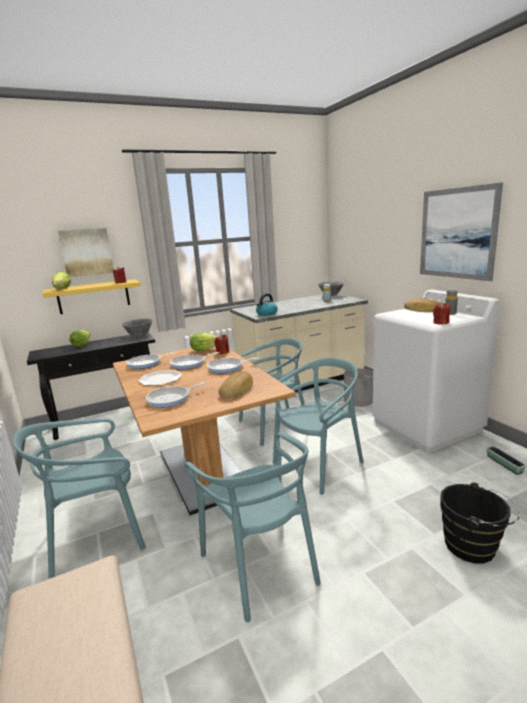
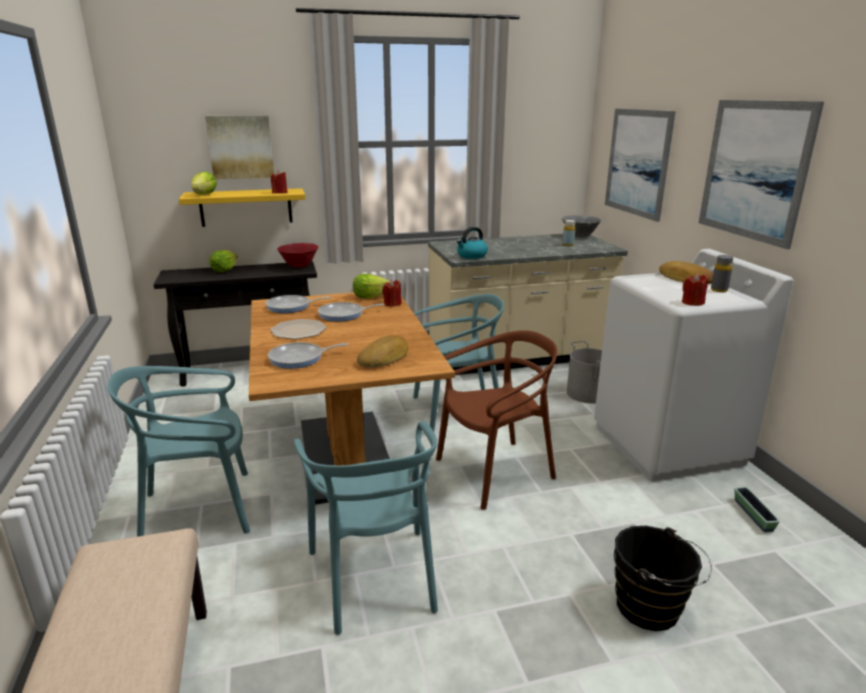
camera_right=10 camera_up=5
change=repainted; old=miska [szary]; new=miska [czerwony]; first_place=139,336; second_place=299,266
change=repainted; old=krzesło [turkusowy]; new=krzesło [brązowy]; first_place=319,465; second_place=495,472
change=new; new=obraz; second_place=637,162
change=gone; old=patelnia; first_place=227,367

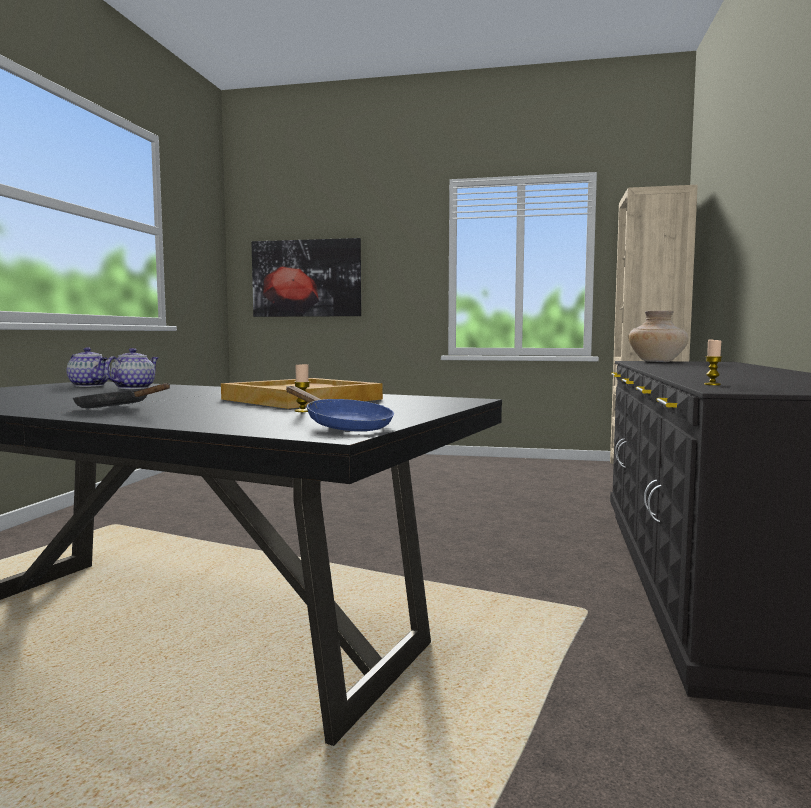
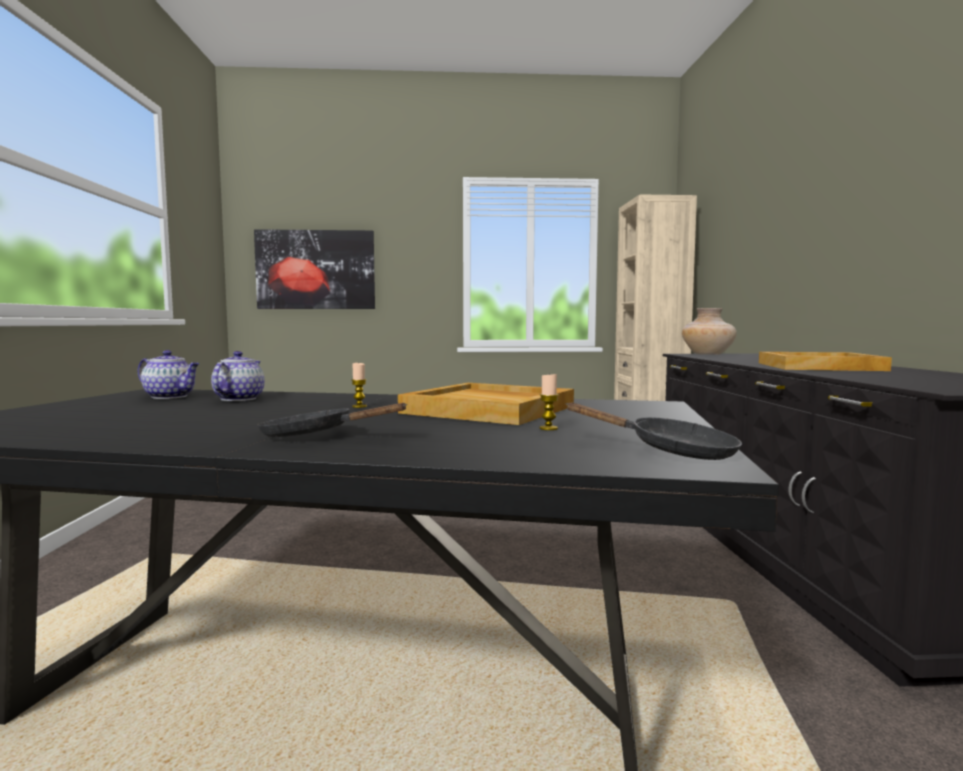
camera_right=-15 camera_up=0
change=shifted; old=świeca; first_place=712,384; second_place=359,406
change=repainted; old=patelnia [niebieski]; new=patelnia [czarny]; first_place=343,426; second_place=671,451
change=new; new=taca [beżowy]; second_place=820,366

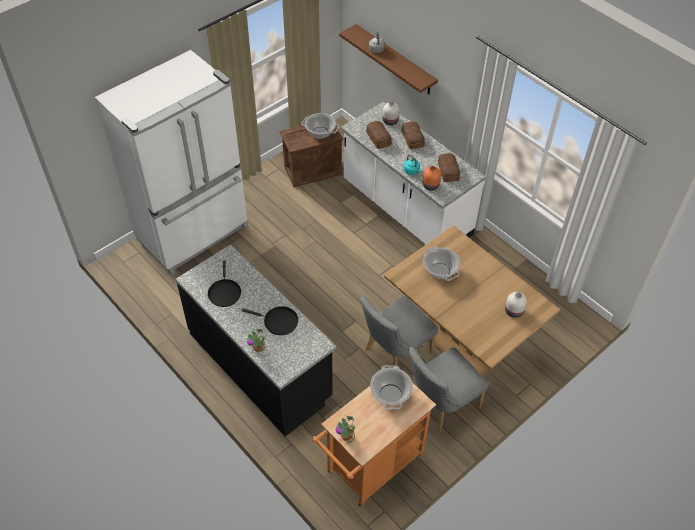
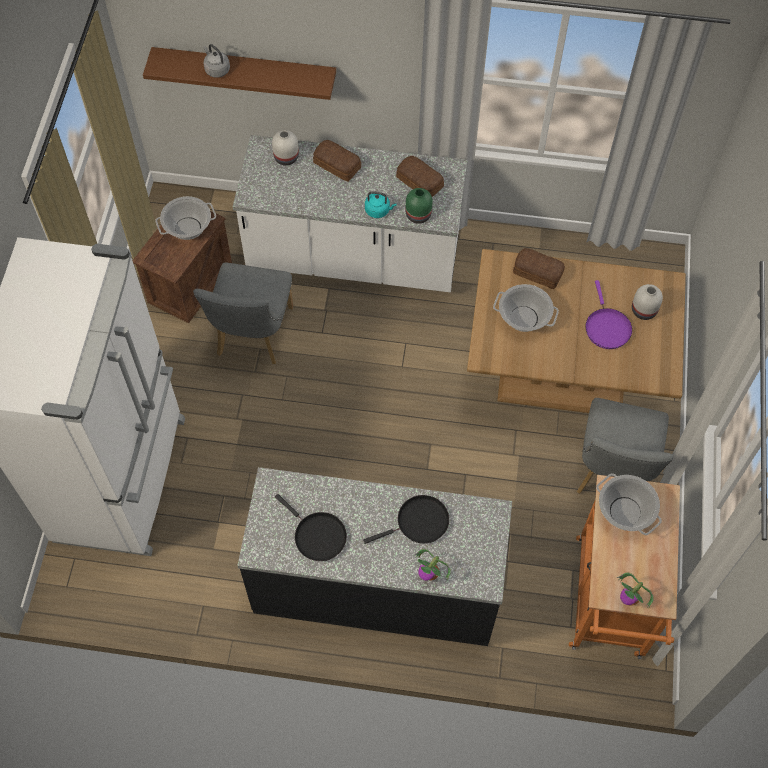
camera_right=-40 camera_up=10
change=shifted; old=krzesło [szary]; first_place=394,353; second_place=252,336
change=repainted; old=wazon [pomarańczowy]; new=wazon [zielony]; first_place=431,186; second_place=419,215
change=shifted; old=chleb; first_place=378,138; second_place=537,272
change=new; new=patelnia [fioletowy]; second_place=606,327

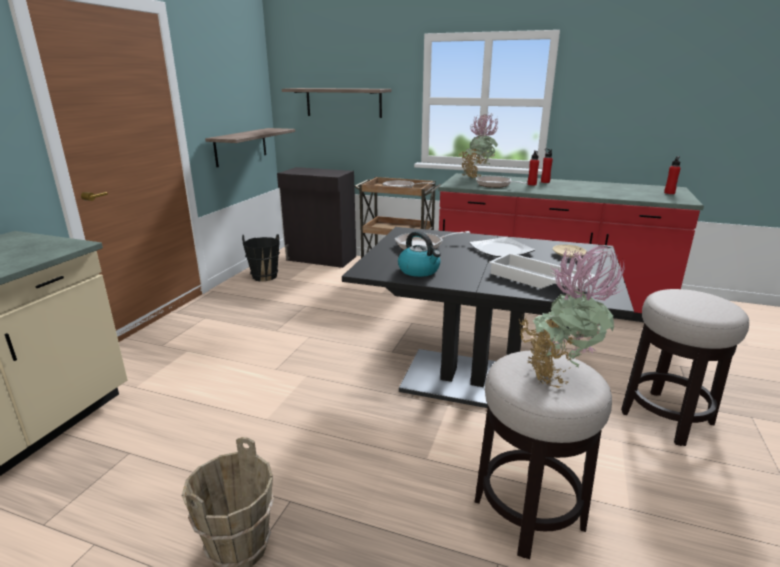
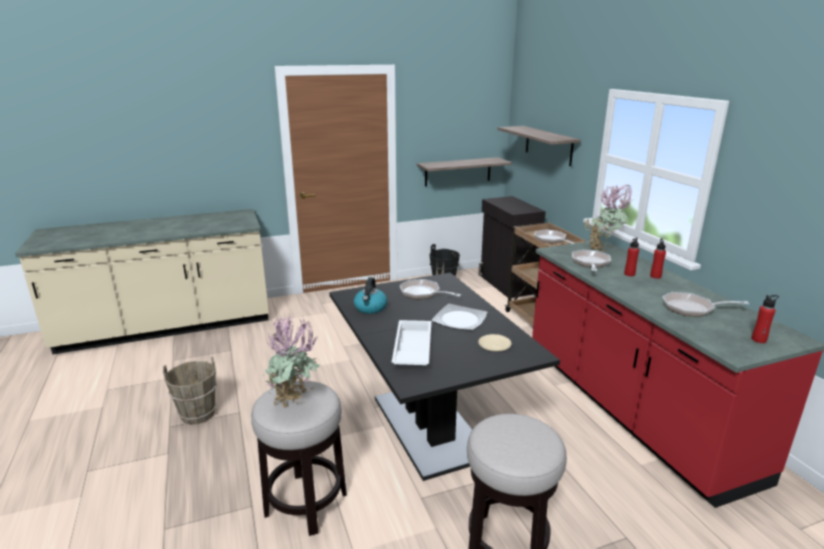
camera_right=50 camera_up=0
change=new; new=patelnia; second_place=692,308

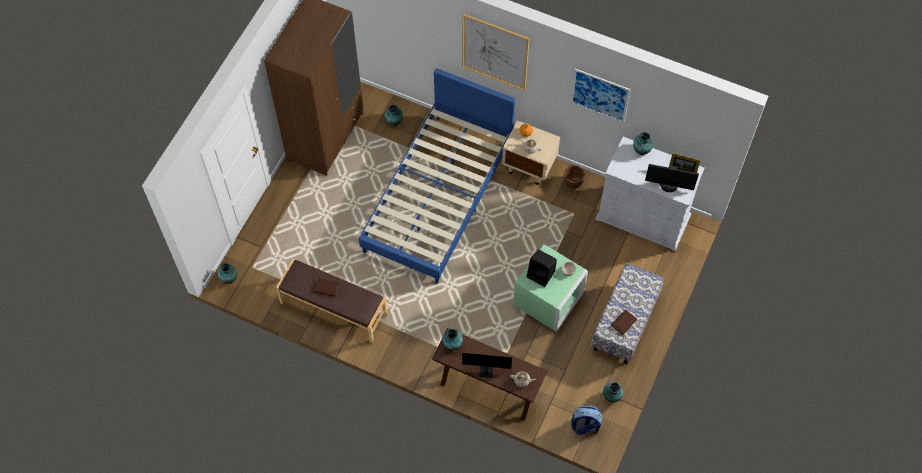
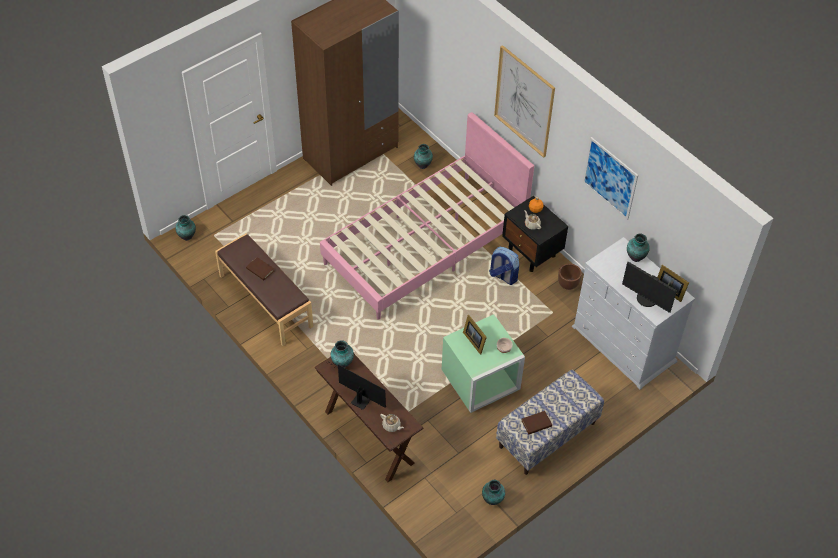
camera_right=25 camera_up=-10
change=repainted; old=łóżko [niebieski]; new=łóżko [różowy]; first_place=438,197; second_place=425,245
change=swapped; old=głośnik [czarny]; new=ramka na zdjęcie; first_place=541,274; second_place=474,340
change=shifted; old=plecak; first_place=584,426; second_place=503,276
change=repainted; old=szafka nocna [beżowy]; new=szafka nocna [czarny]; first_place=530,167; second_place=532,253

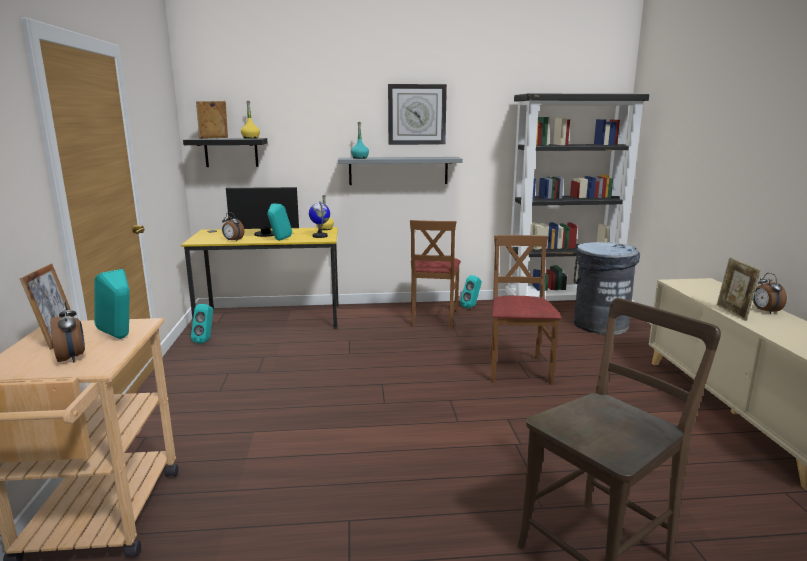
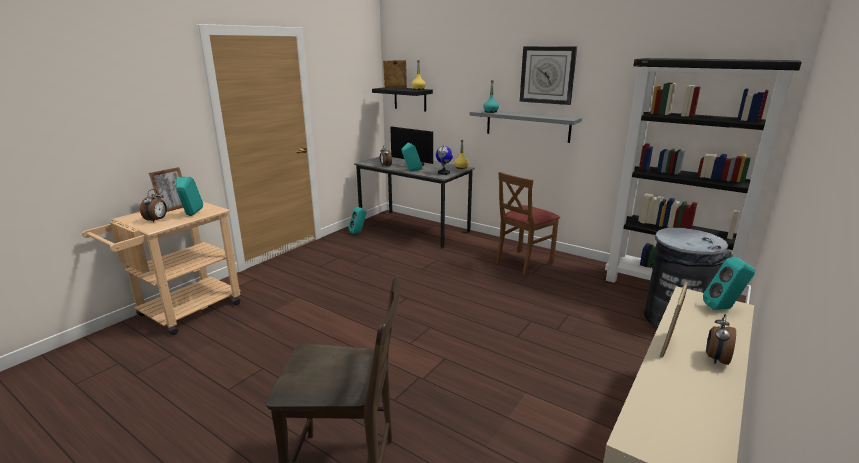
camera_right=40 camera_up=5
change=repainted; old=biurko [żółty]; new=biurko [szary]; first_place=271,319; second_place=414,229
change=shifted; old=głośnik [turkusowy]; first_place=471,307; second_place=724,308
change=gone; old=krzesło [brązowy]; first_place=518,369

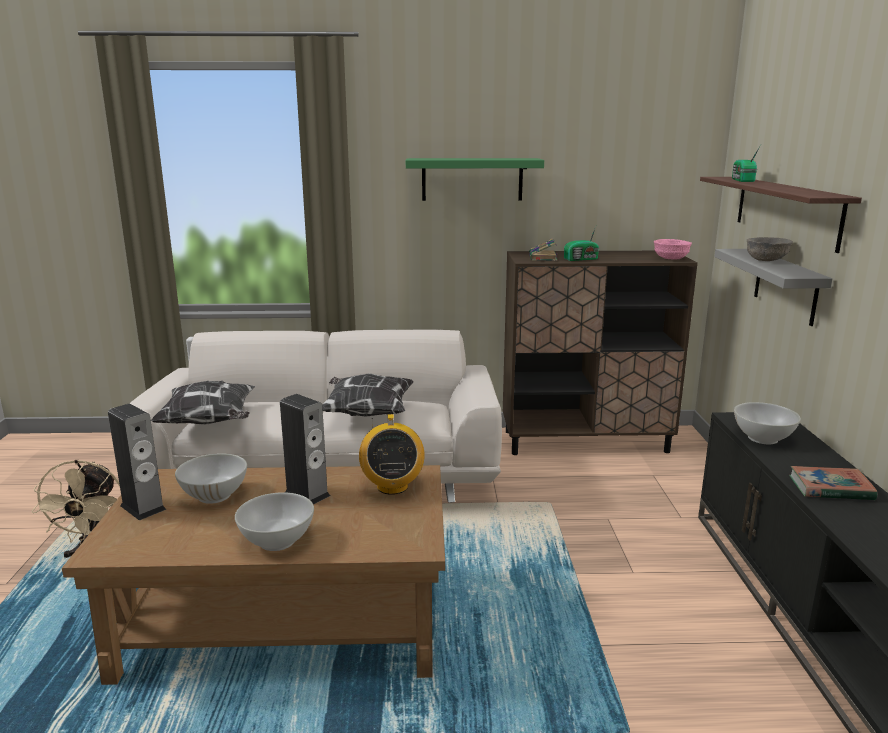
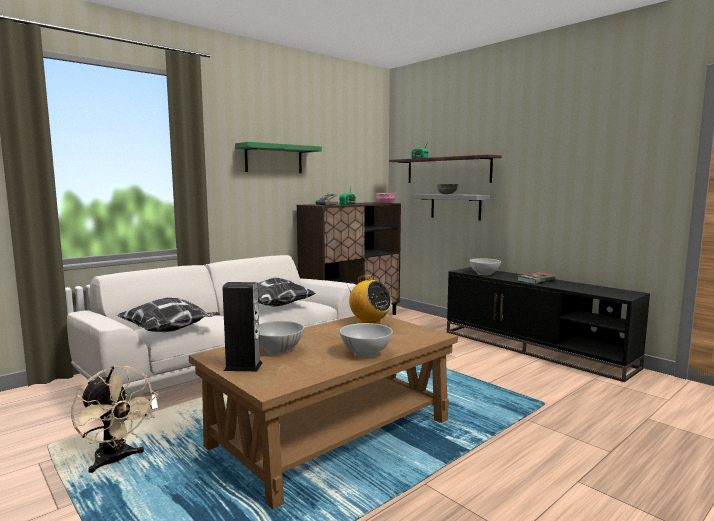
camera_right=-40 camera_up=-10
change=gone; old=głośnik; first_place=307,494

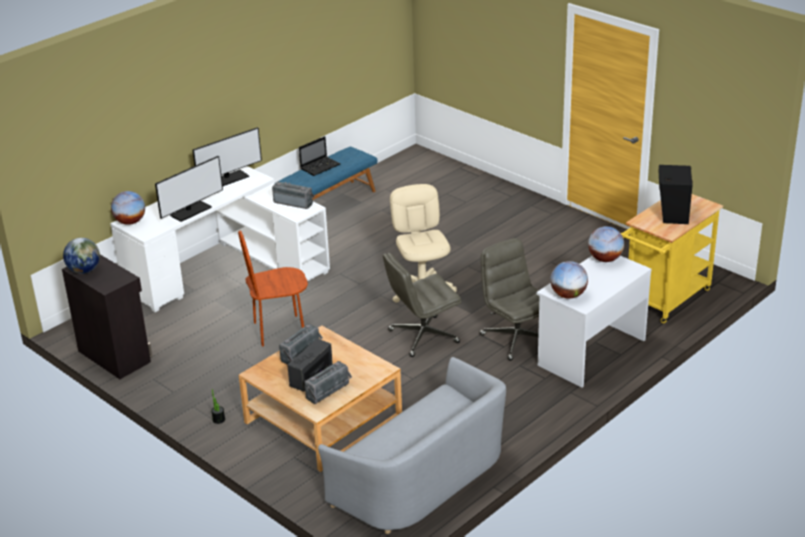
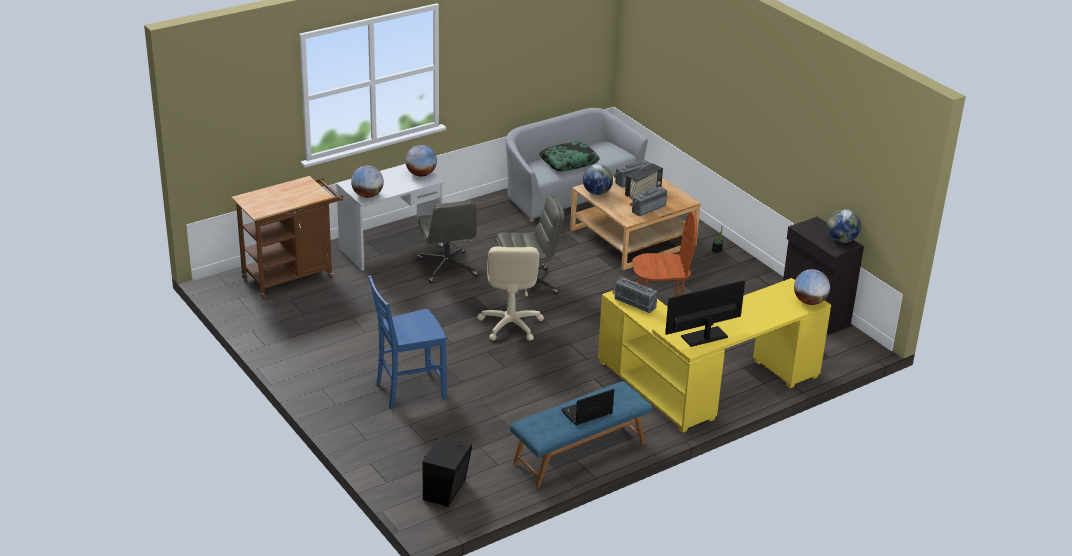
camera_right=-170 camera_up=0
change=repainted; old=wózek [żółty]; new=wózek [brązowy]; first_place=664,301; second_place=292,276
change=new; new=krzesło [niebieski]; second_place=408,390
change=shifted; old=głośnik [czarny]; first_place=672,214; second_place=447,490
change=new; new=poduszka; second_place=569,162
change=new; new=globus; second_place=596,193
change=repainted; old=biurko [biały]; new=biurko [żółty]; first_place=227,269; second_place=707,386
change=gone; old=monitor; first_place=191,211

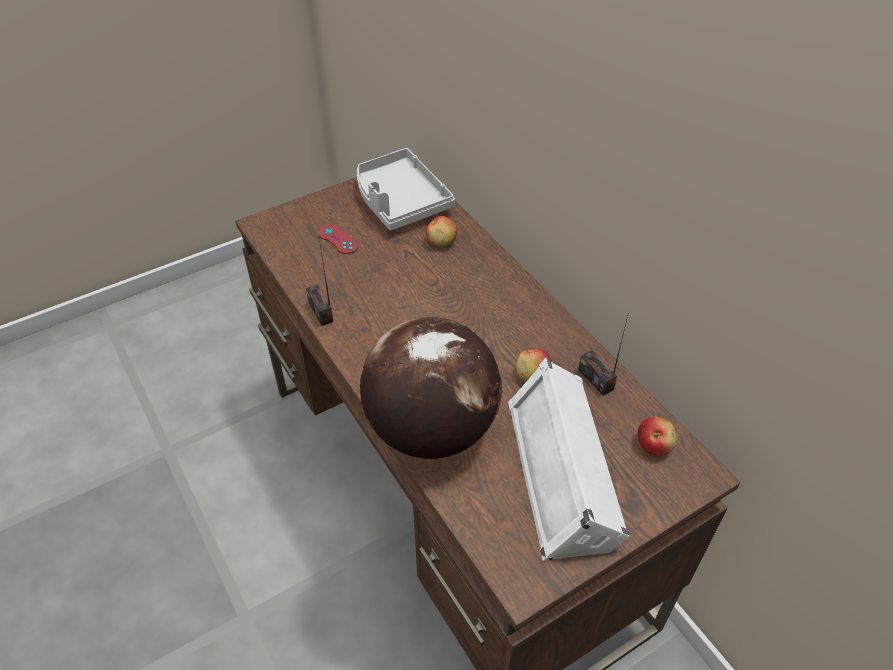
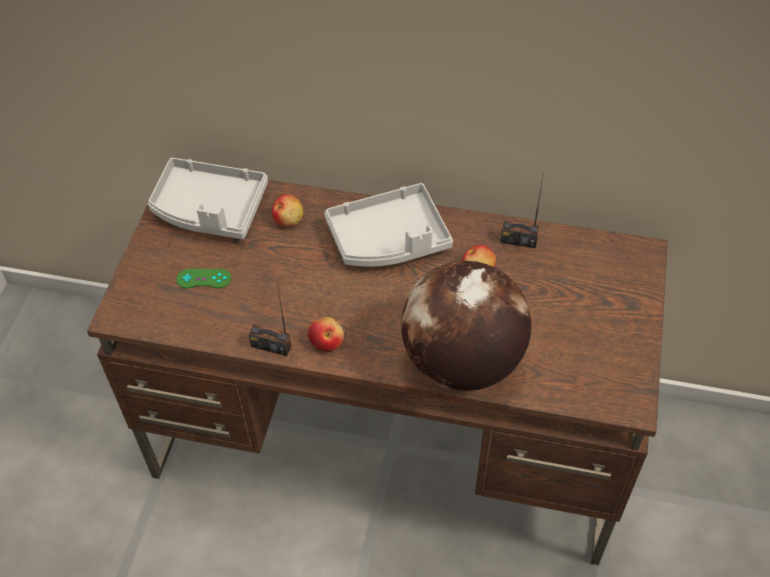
camera_right=-45 camera_up=5
change=repainted; old=pad do gier [czerwony]; new=pad do gier [zielony]; first_place=338,240; second_place=203,279
change=shifted; old=jabłko; first_place=654,445; second_place=327,341
change=new; new=taca [szary]; second_place=389,239
change=gone; old=głośnik [biały]; first_place=565,471

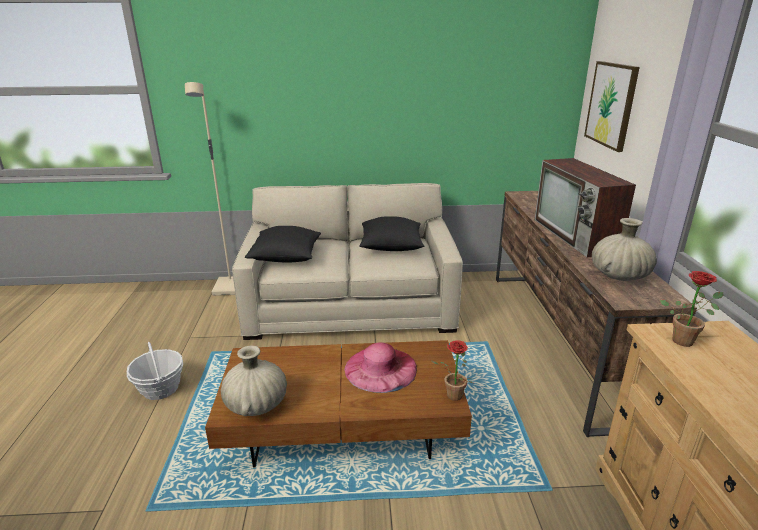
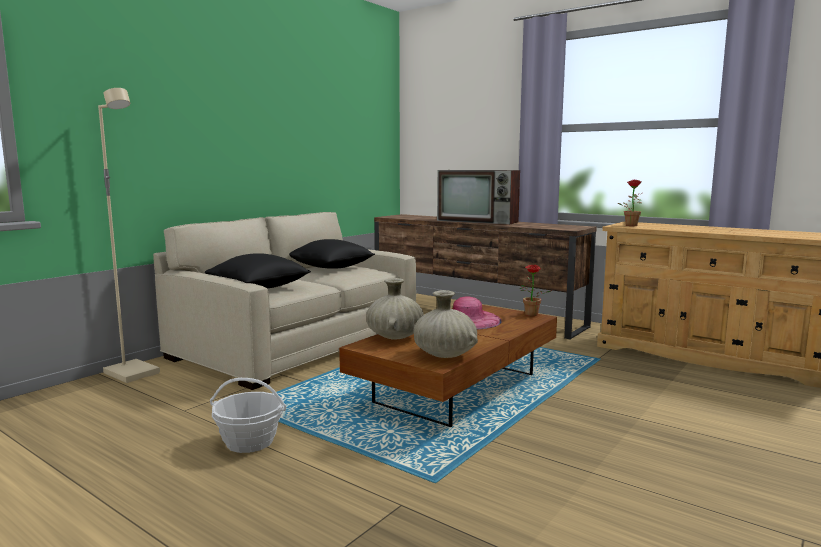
camera_right=-50 camera_up=-15
change=shifted; old=wazon [beżowy]; first_place=618,276; second_place=394,337
change=gone; old=obraz; first_place=611,104

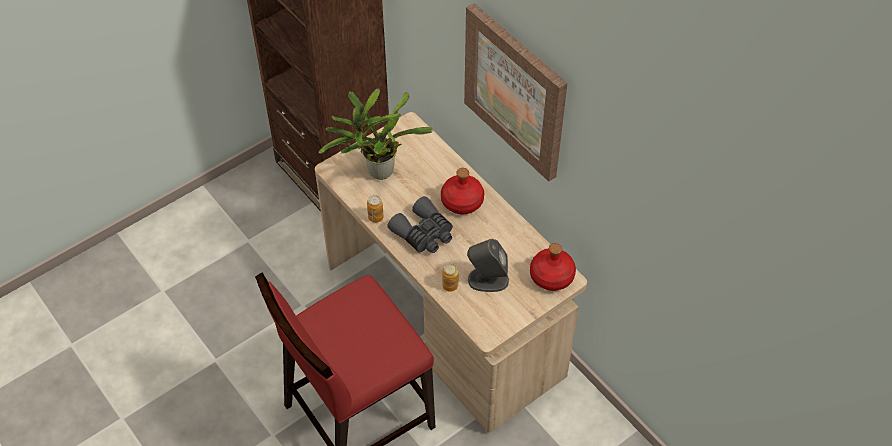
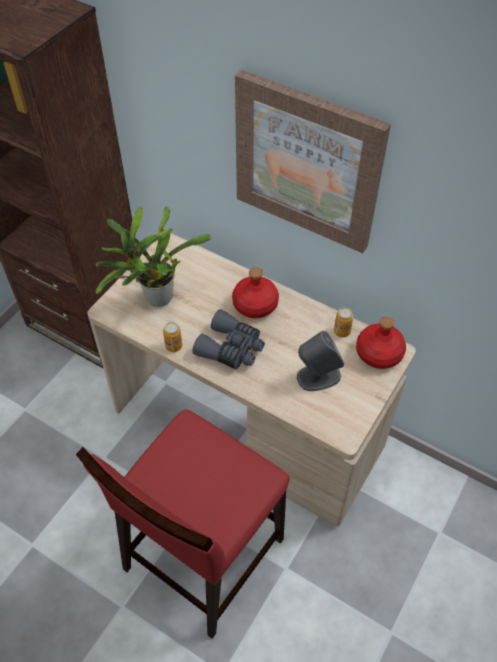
camera_right=-20 camera_up=0
change=shifted; old=puszka; first_place=450,285; second_place=342,331

